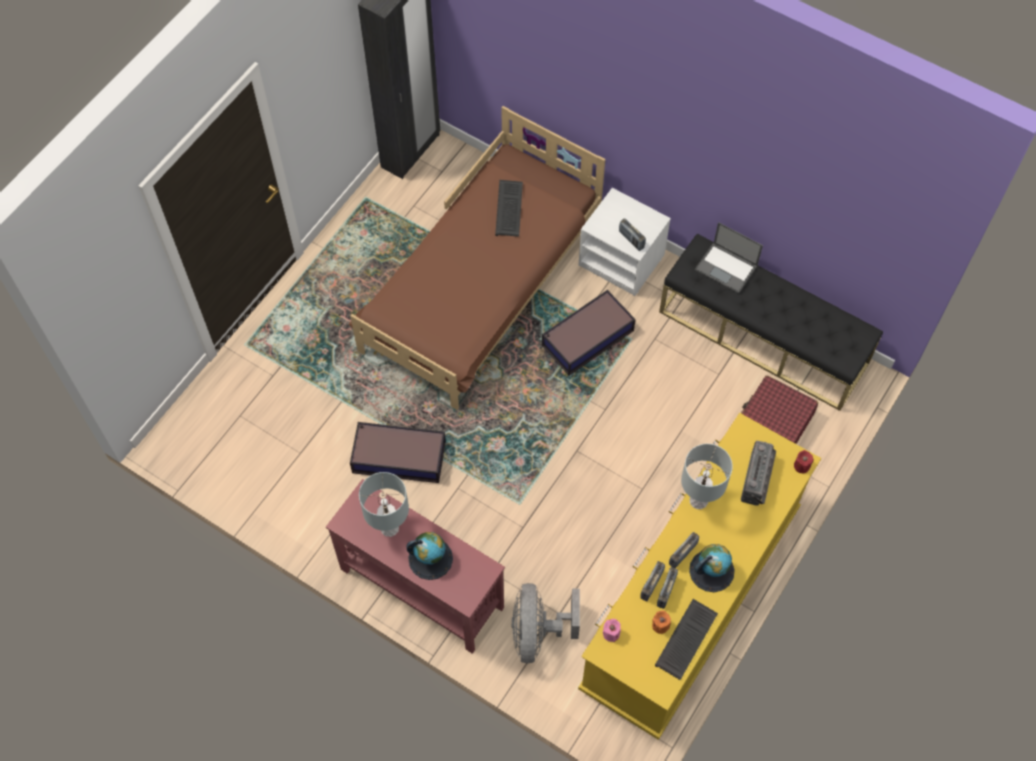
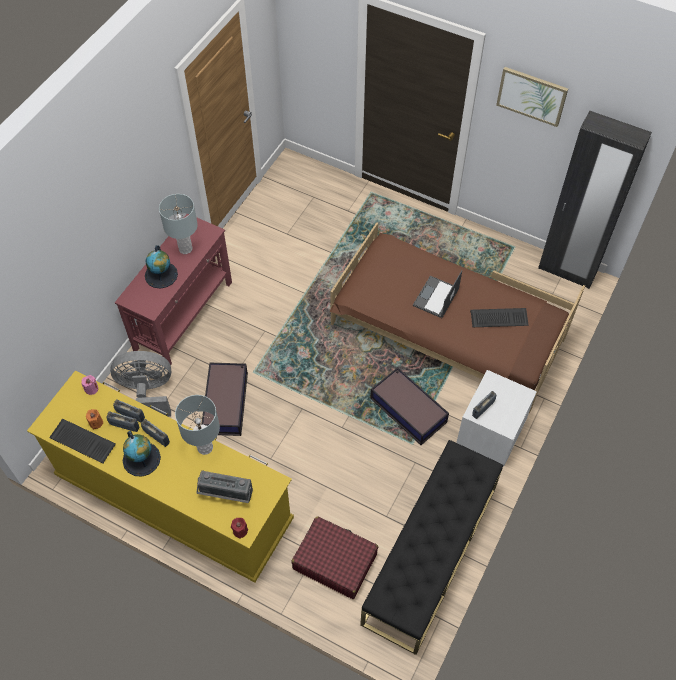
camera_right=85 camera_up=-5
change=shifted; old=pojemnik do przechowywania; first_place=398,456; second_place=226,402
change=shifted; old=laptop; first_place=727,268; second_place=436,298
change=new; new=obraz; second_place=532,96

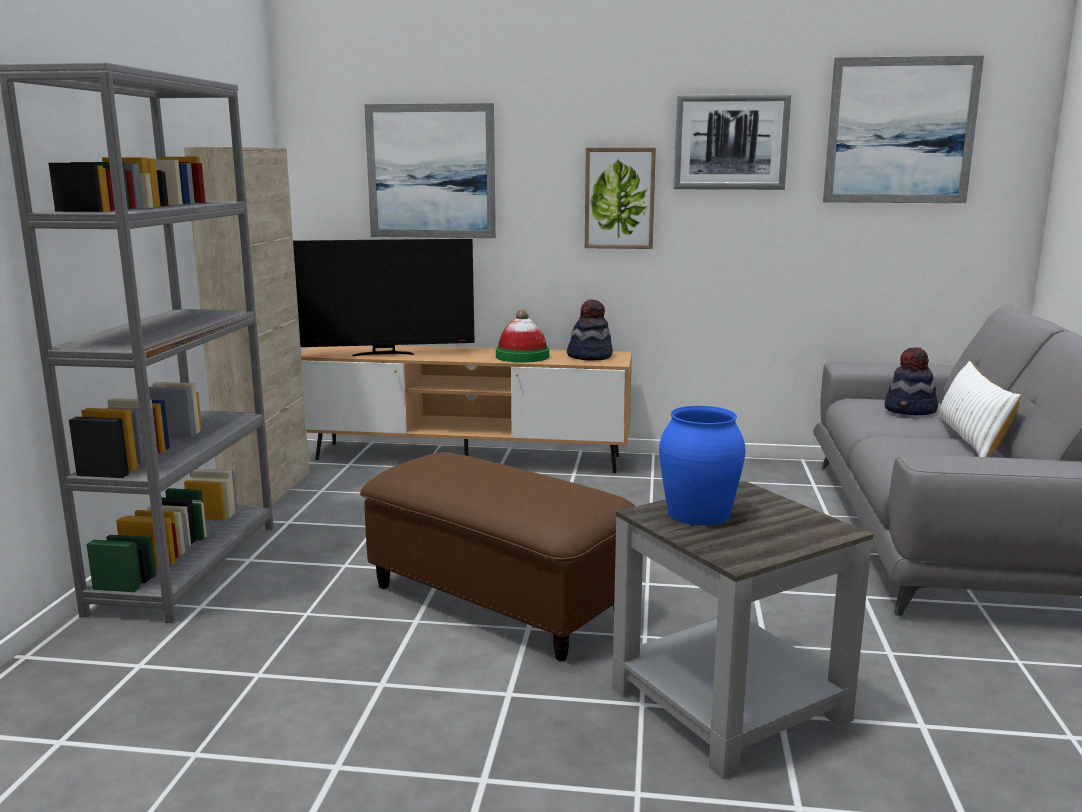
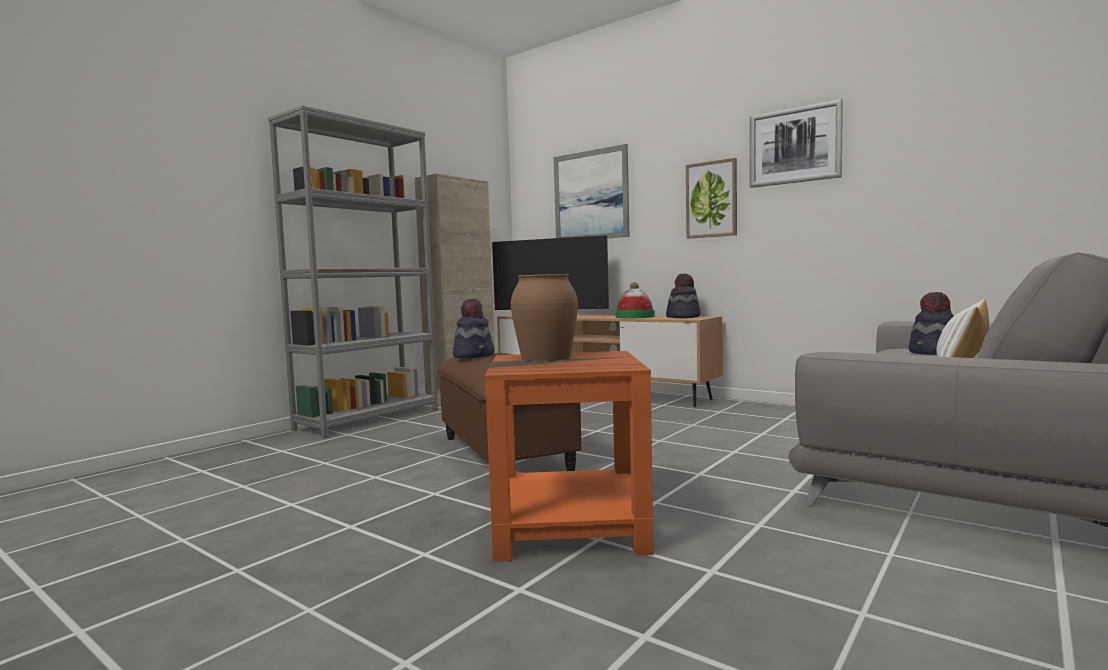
camera_right=30 camera_up=-10
change=new; new=kapelusz; second_place=474,356
change=repainted; old=stolik [szary]; new=stolik [pomarańczowy]; first_place=729,705; second_place=567,527
change=repainted; old=wazon [niebieski]; new=wazon [brązowy]; first_place=699,513; second_place=546,357
change=gone; old=obraz; first_place=900,131

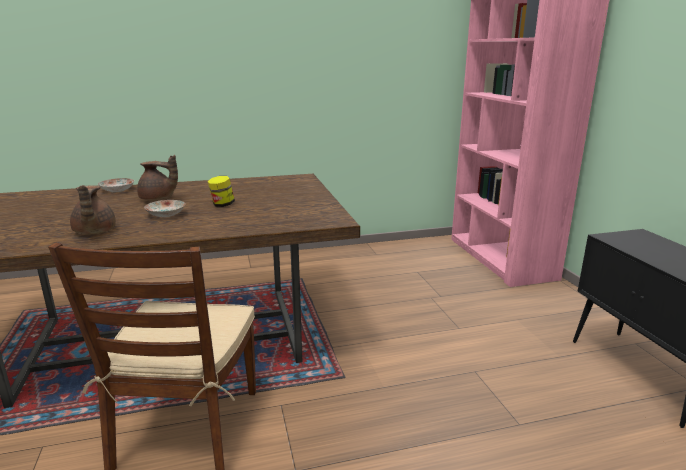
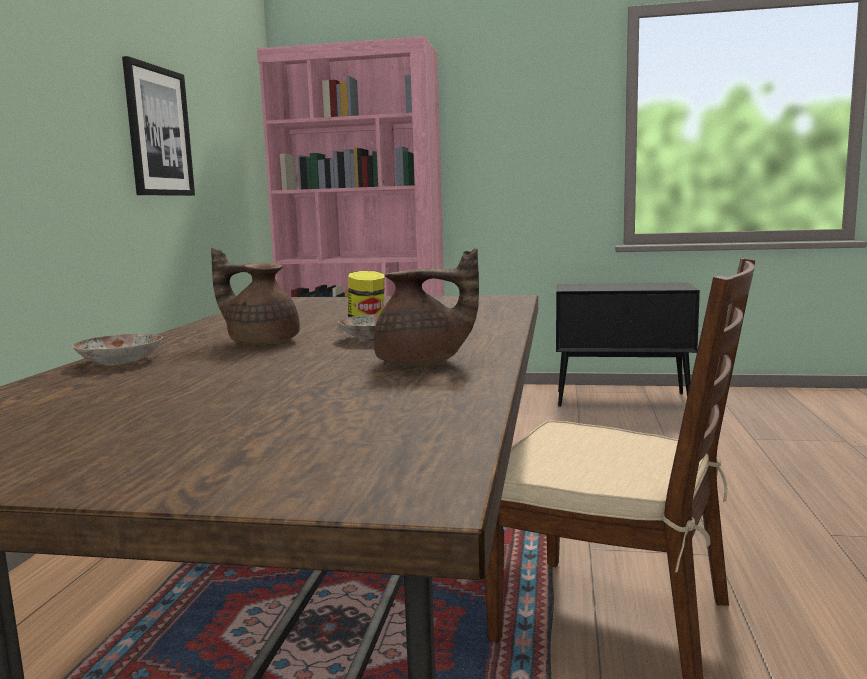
camera_right=-65 camera_up=-10
change=new; new=obraz; second_place=158,131
change=rotated; old=imbryk [brązowy]; first_place=158,199; second_place=261,342; degrees=-105

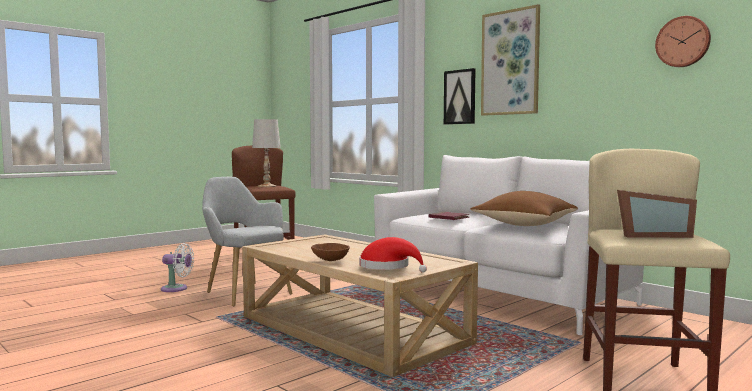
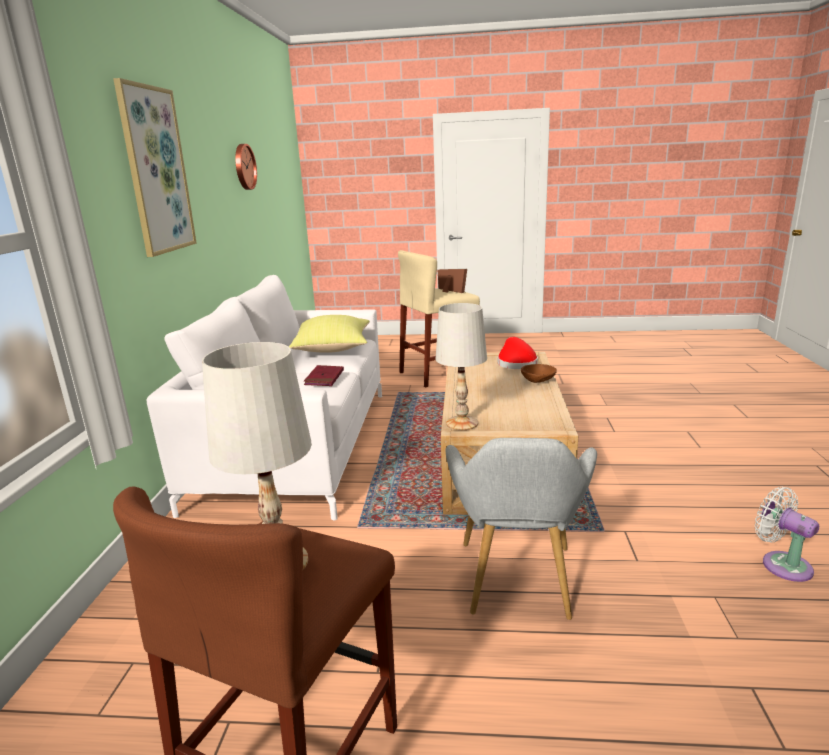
camera_right=-130 camera_up=15
change=repainted; old=poduszka [brązowy]; new=poduszka [żółty]; first_place=522,225; second_place=333,349
change=new; new=lampa stołowa [biały]; second_place=462,423
change=shifted; old=wentylator [biały]; first_place=177,289; second_place=781,564
change=gone; old=obraz; first_place=460,97

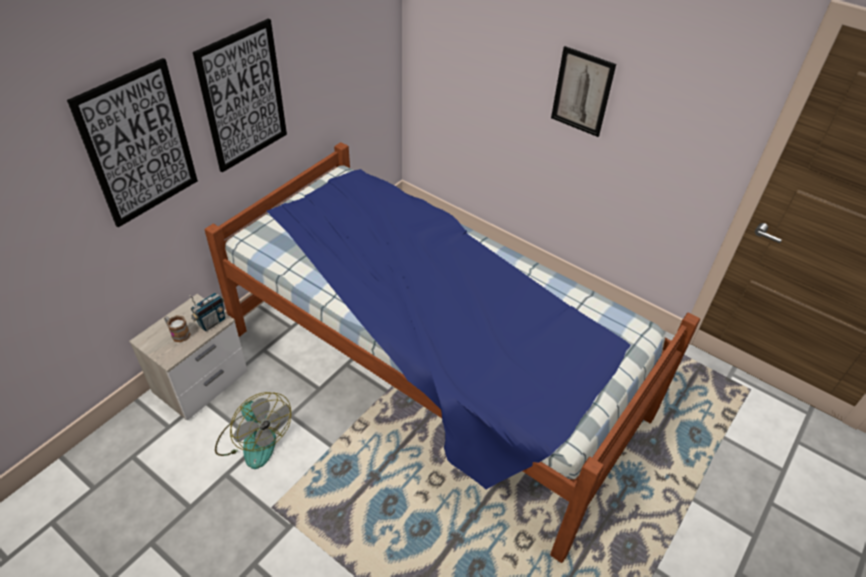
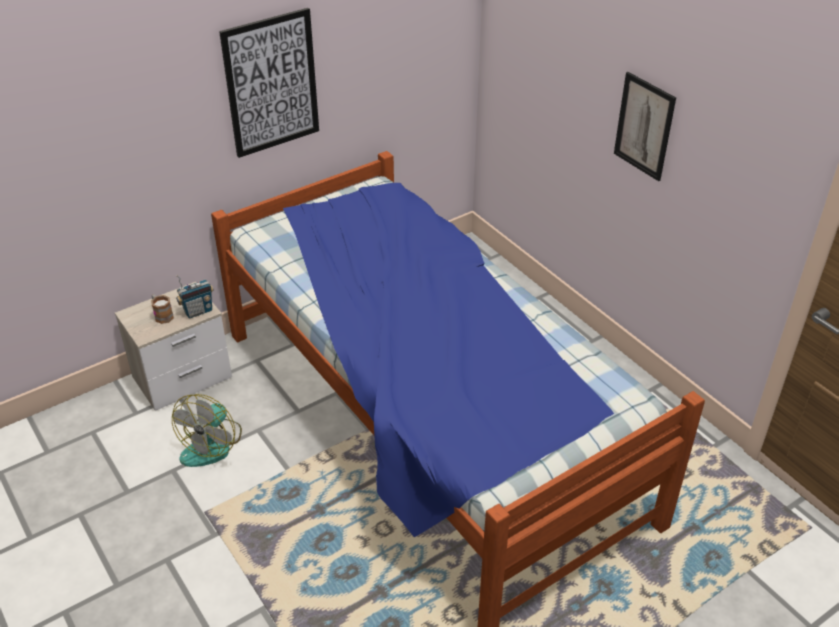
camera_right=20 camera_up=-5
change=rotated; old=wentylator; first_place=253,439; second_place=212,444; degrees=45
change=gone; old=obraz; first_place=138,144

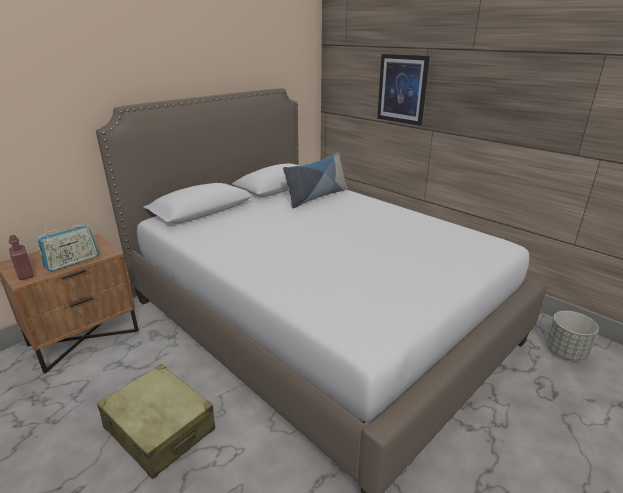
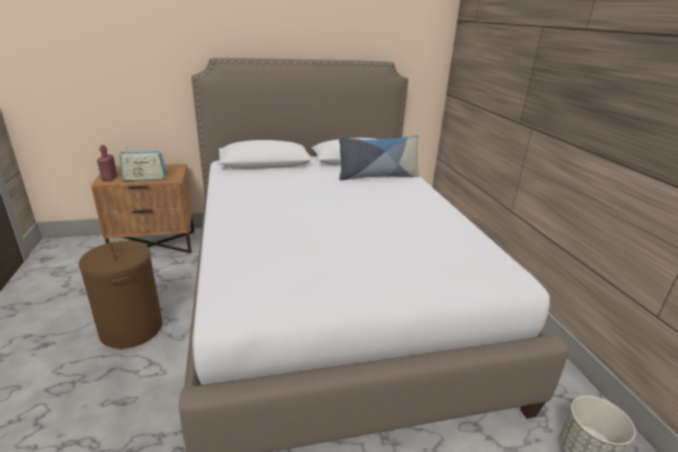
camera_right=30 camera_up=0
change=swapped; old=walizka [beżowy]; new=kosz na pranie [brązowy]; first_place=160,429; second_place=131,328
change=gone; old=obraz; first_place=402,89

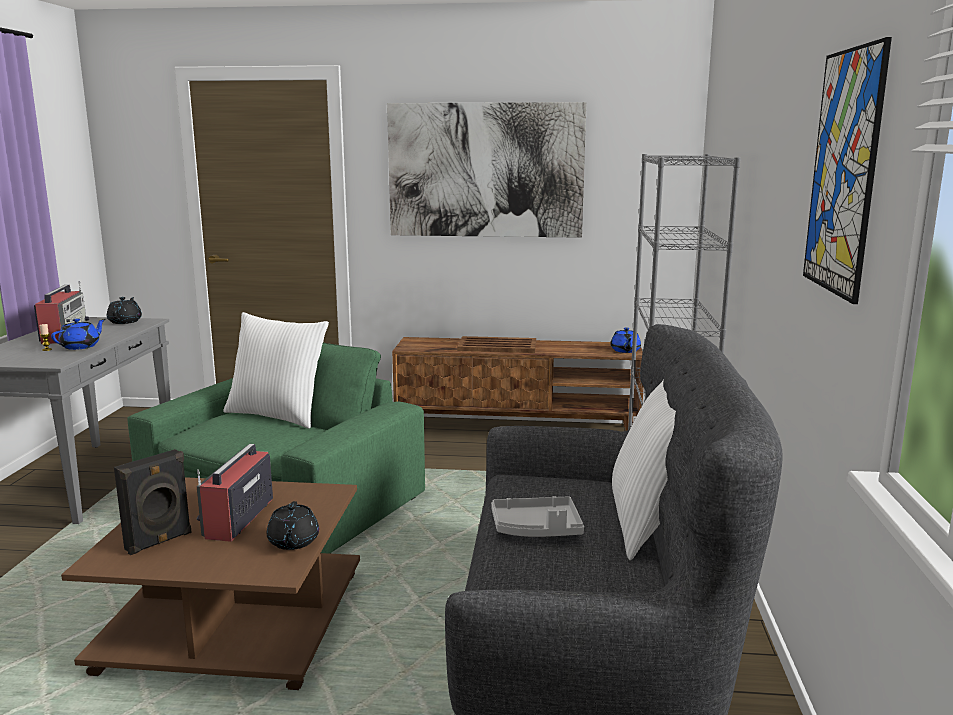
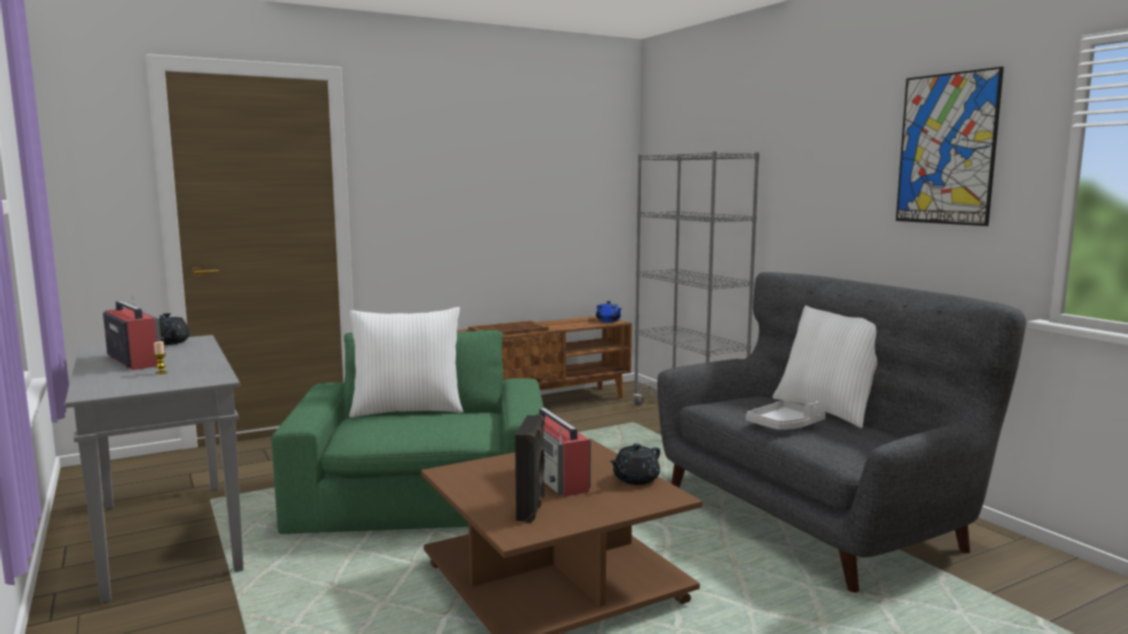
camera_right=-35 camera_up=-5
change=rotated; old=imbryk [czarny]; first_place=293,542; second_place=635,479; degrees=90
change=gone; old=imbryk [niebieski]; first_place=81,346
change=gone; old=obraz; first_place=485,170

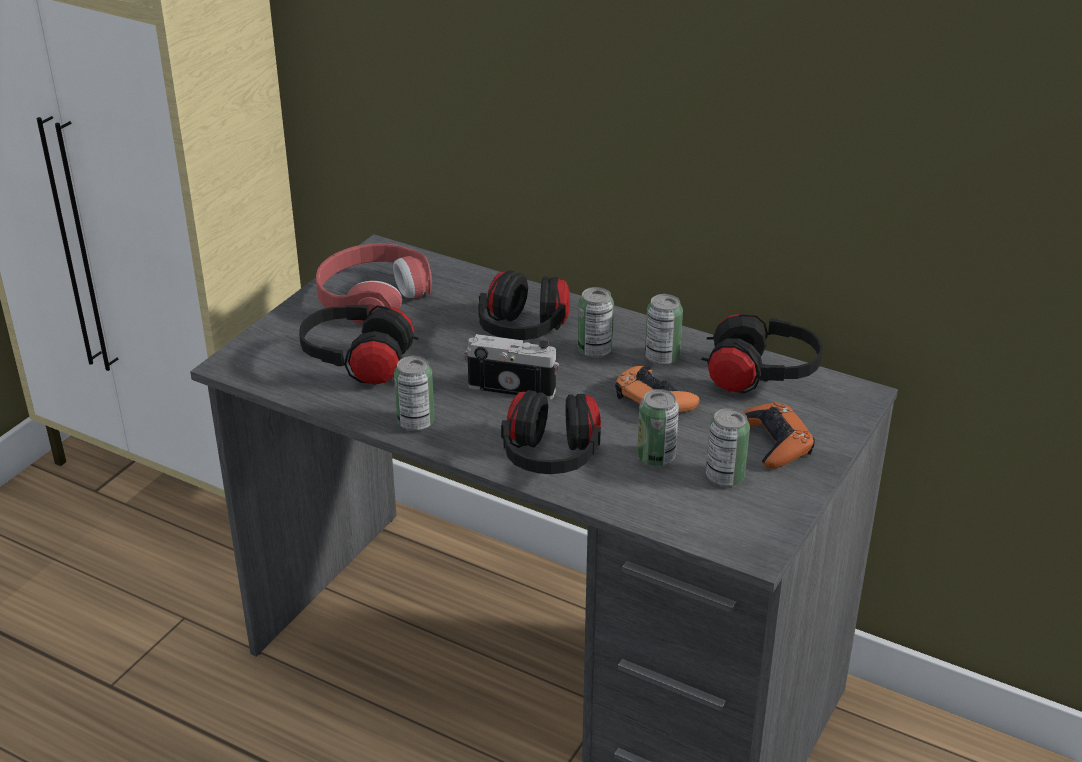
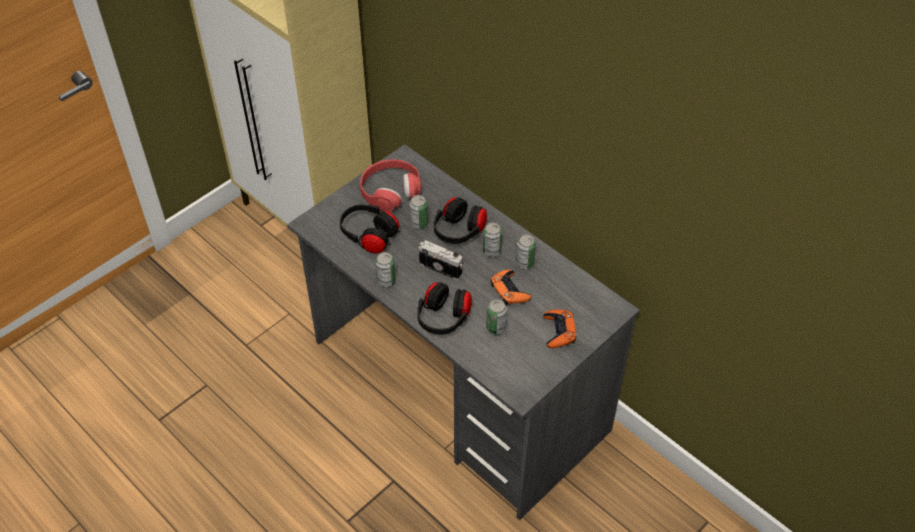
camera_right=15 camera_up=15
change=shifted; old=puszka; first_place=725,477; second_place=419,223
change=gone; old=słuchawki [czarny]; first_place=759,379

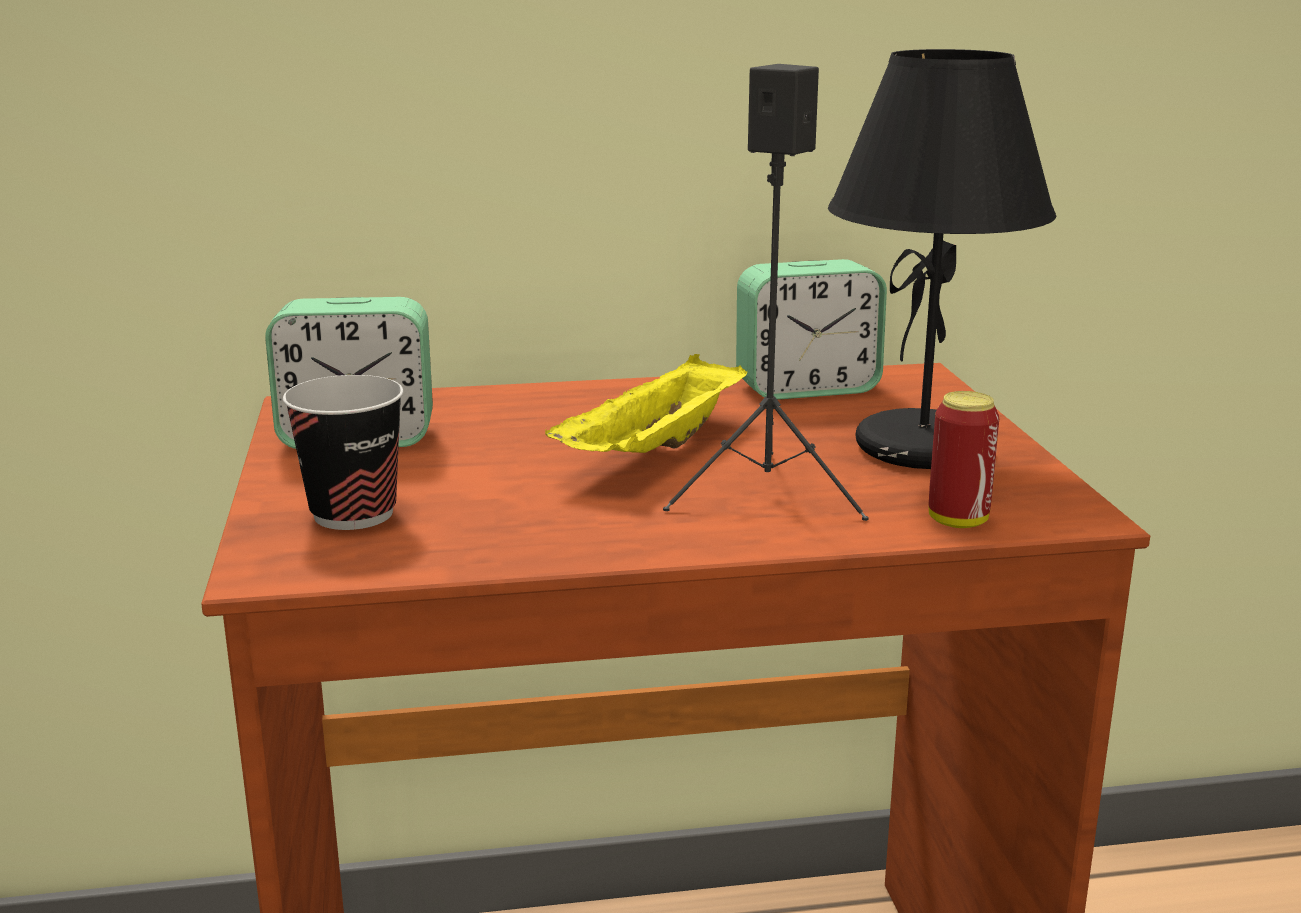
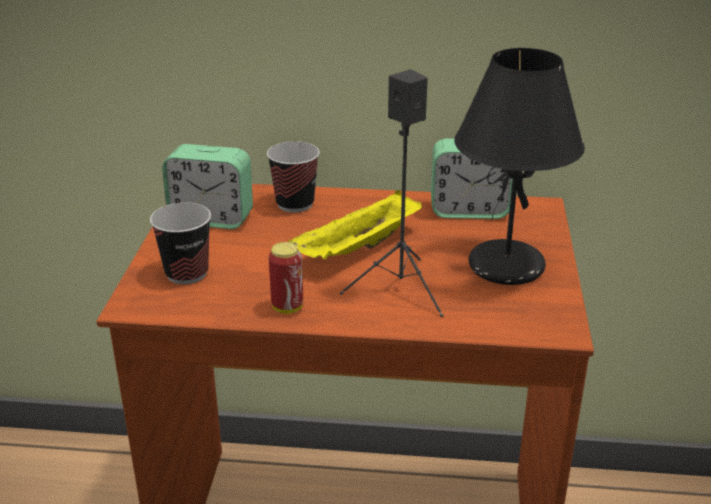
camera_right=15 camera_up=10
change=new; new=filiżanka; second_place=295,204
change=shifted; old=puszka; first_place=958,521; second_place=287,307

